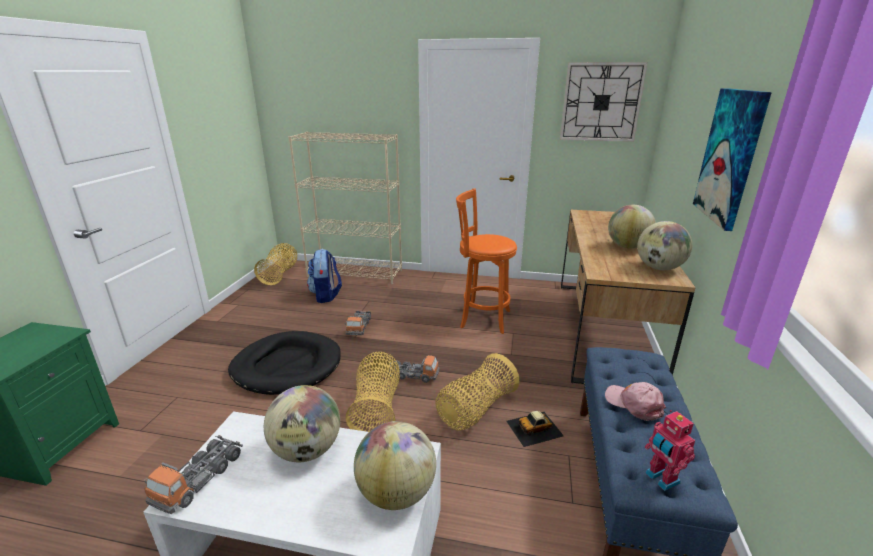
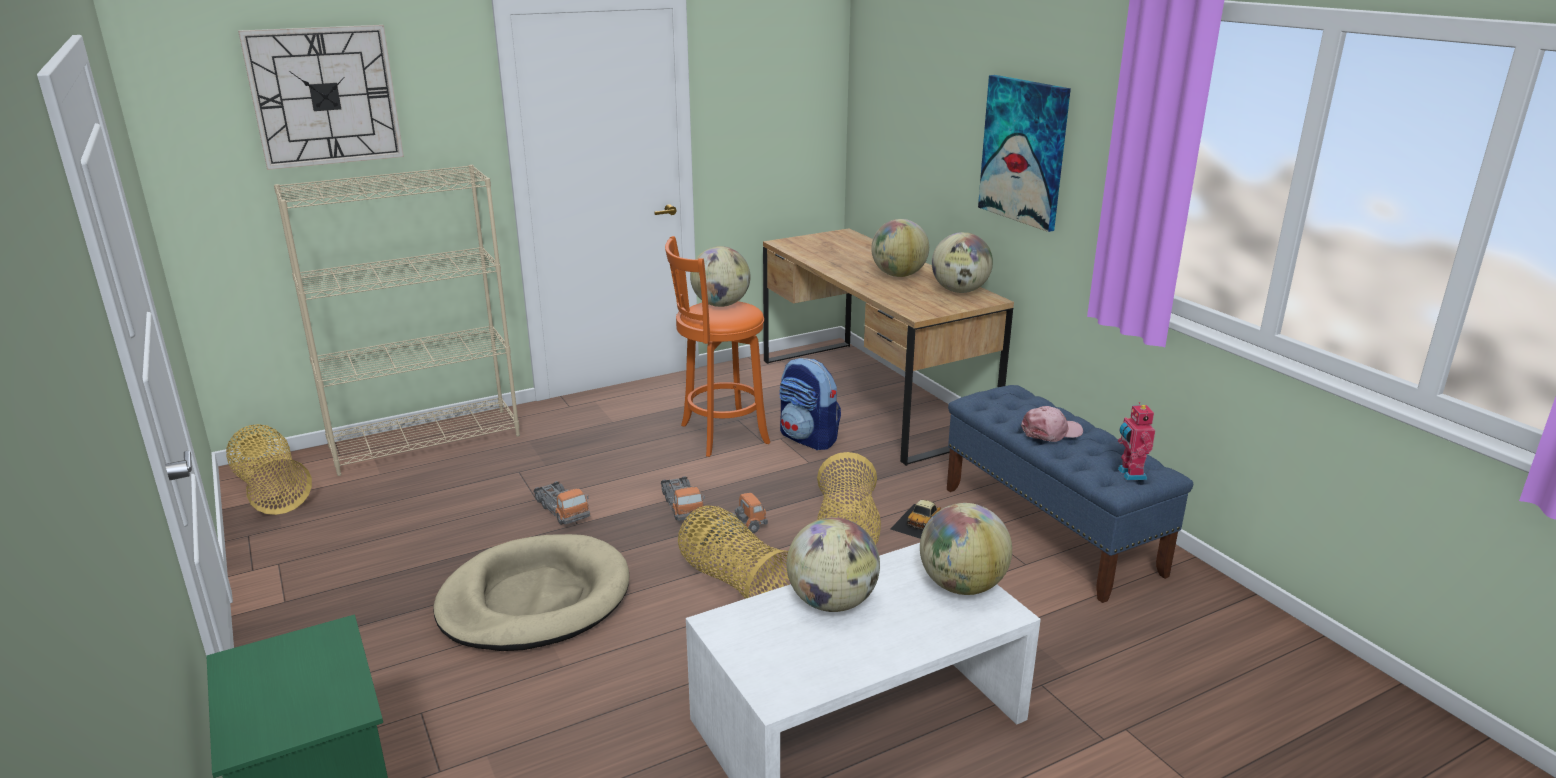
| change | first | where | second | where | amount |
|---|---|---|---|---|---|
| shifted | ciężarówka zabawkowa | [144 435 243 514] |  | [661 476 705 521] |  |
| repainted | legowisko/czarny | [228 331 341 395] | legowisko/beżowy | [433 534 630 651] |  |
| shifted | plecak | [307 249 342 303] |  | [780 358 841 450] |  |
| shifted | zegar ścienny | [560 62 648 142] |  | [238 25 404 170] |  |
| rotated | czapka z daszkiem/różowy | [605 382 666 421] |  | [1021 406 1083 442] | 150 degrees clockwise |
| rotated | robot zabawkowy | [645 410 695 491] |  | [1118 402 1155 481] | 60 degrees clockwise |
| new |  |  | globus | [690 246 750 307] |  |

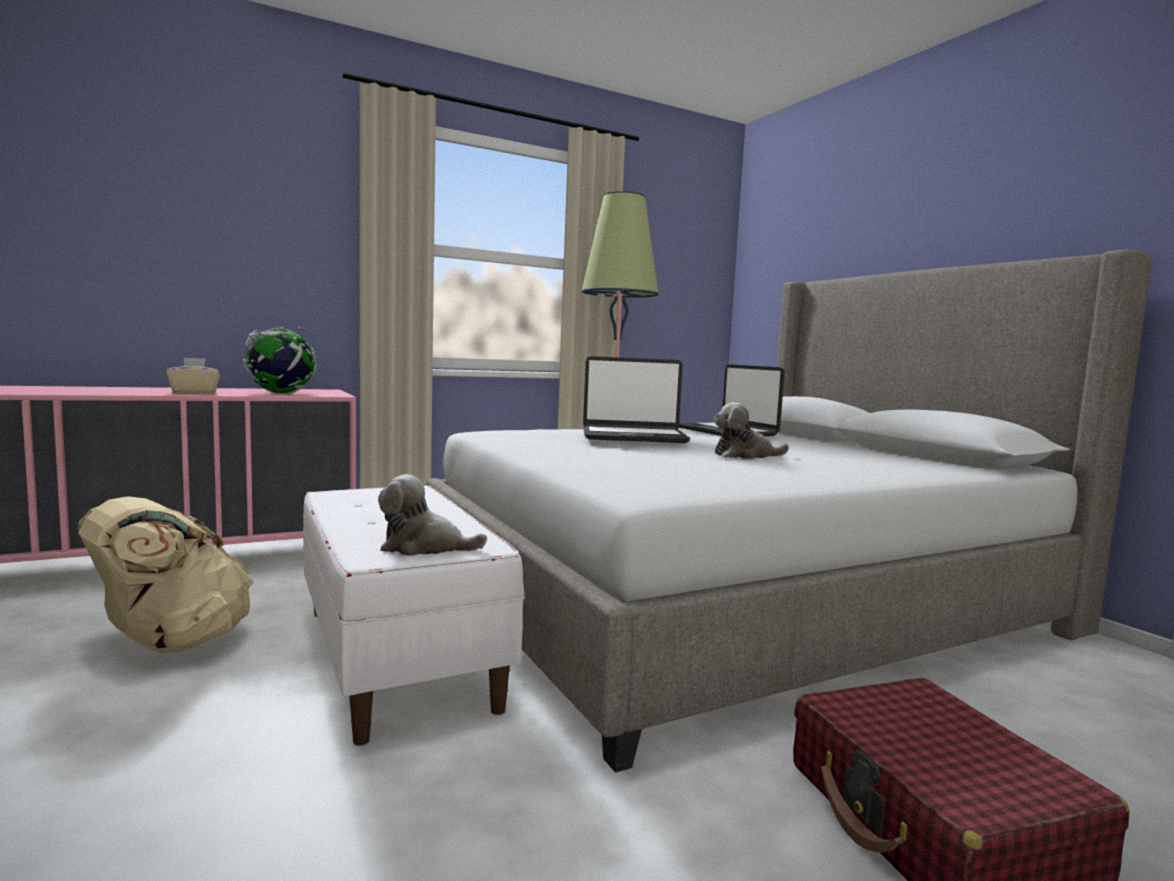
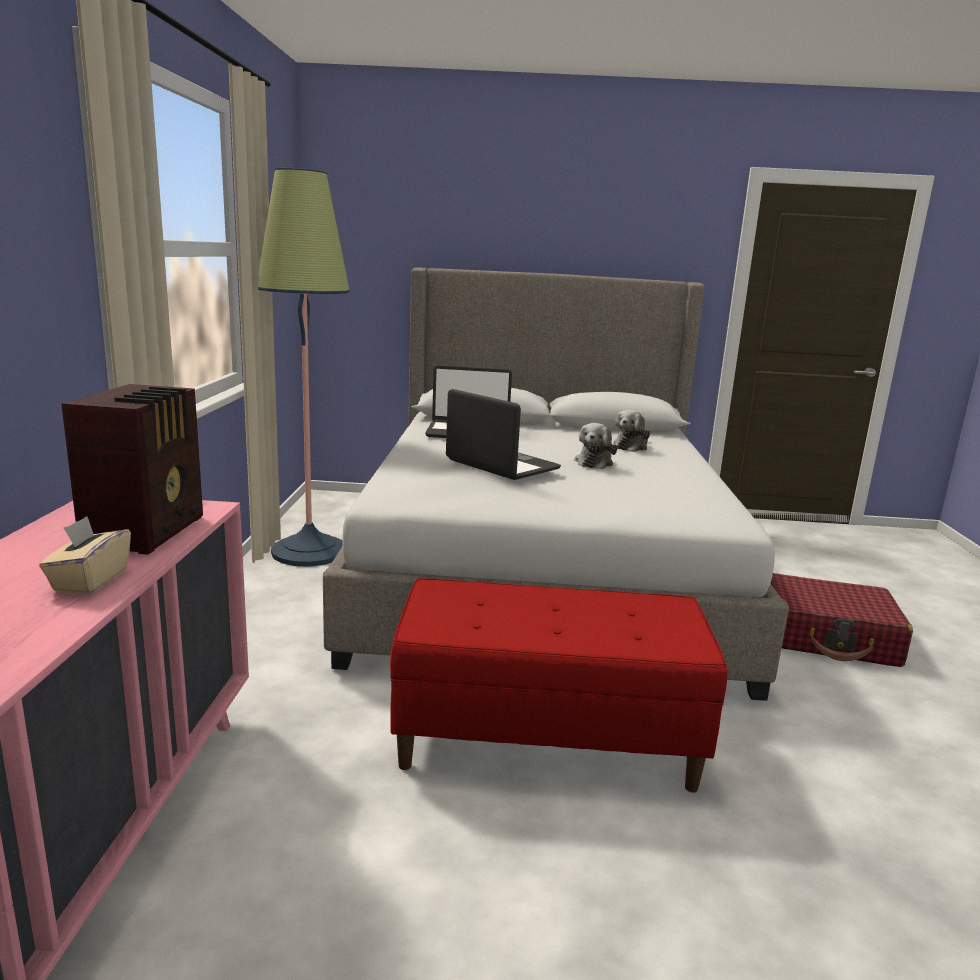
| change | first | where | second | where | amount |
|---|---|---|---|---|---|
| gone | plecak/beżowy | [78 496 254 653] |  |  |  |
| swapped | globus | [242 326 316 394] | radio | [61 384 203 555] |  |
| repainted | ławka/biały | [303 485 525 746] | ławka/czerwony | [390 578 727 793] |  |
| shifted | pluszak | [378 474 487 556] |  | [613 410 650 452] |  |
| rotated | laptop | [583 356 690 443] |  | [446 389 561 480] | 75 degrees counterclockwise |

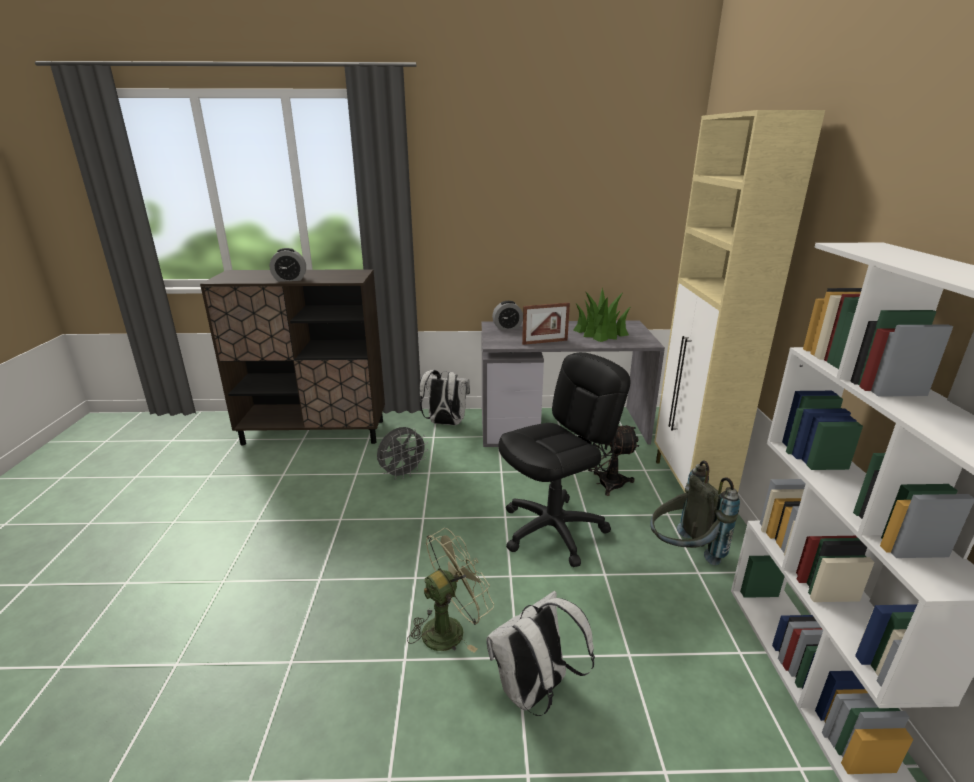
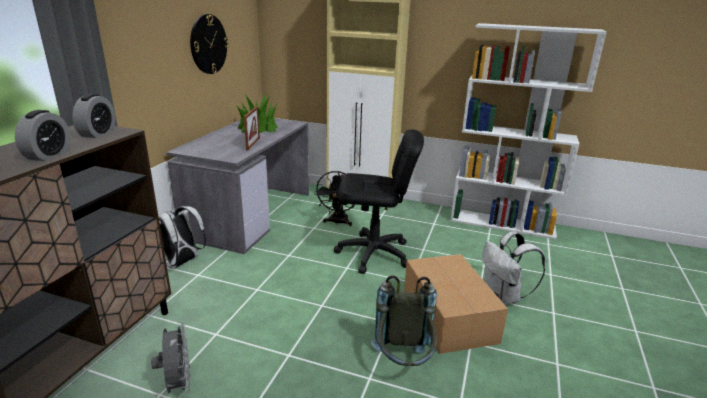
| change | first | where | second | where | amount |
|---|---|---|---|---|---|
| shifted | wentylator/szary | [377 427 429 480] |  | [151 322 190 394] |  |
| swapped | wentylator/zielony | [407 528 494 653] | karton | [404 254 508 354] |  |
| shifted | budzik | [492 301 523 330] |  | [72 94 115 138] |  |
| rotated | krzesło biurowe/czarny | [498 352 631 567] |  | [334 130 424 274] | 105 degrees clockwise |
| shifted | plecak/szary | [650 460 740 565] |  | [371 275 437 366] |  |
| new |  |  | zegar ścienny | [190 14 229 74] |  |

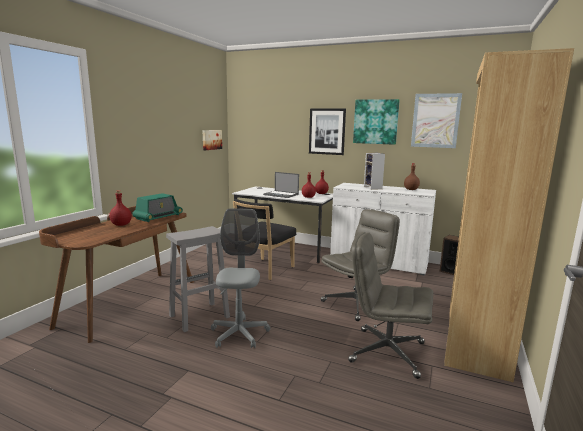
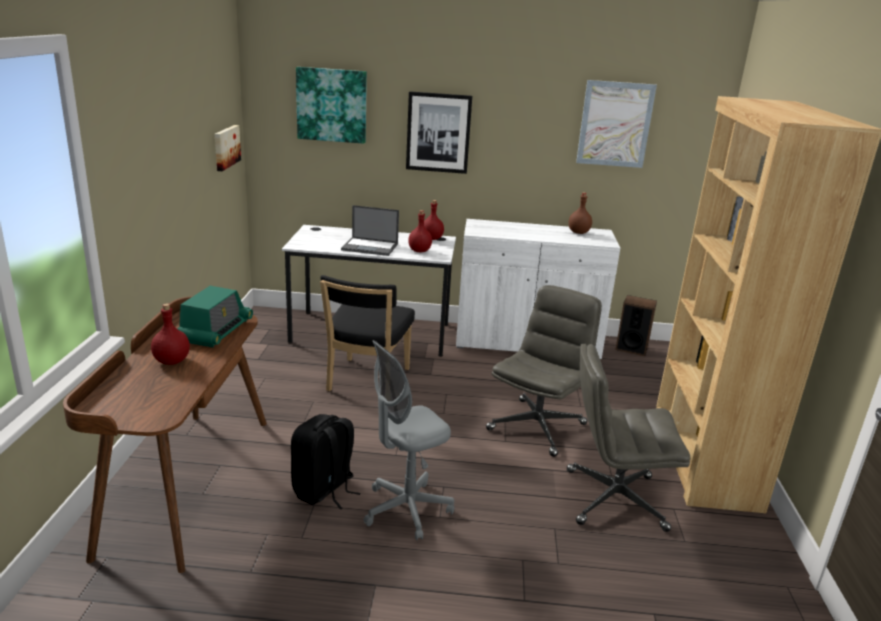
| change | first | where | second | where | amount |
|---|---|---|---|---|---|
| swapped | stołek/szary | [166 226 230 332] | plecak/czarny | [291 414 361 510] |  |
| rotated | krzesło biurowe/szary | [211 208 270 348] |  | [364 340 454 540] | 105 degrees counterclockwise |
| shifted | obraz | [353 99 400 145] |  | [296 67 367 144] |  |
| gone | głośnik | [364 153 385 190] |  |  |  |

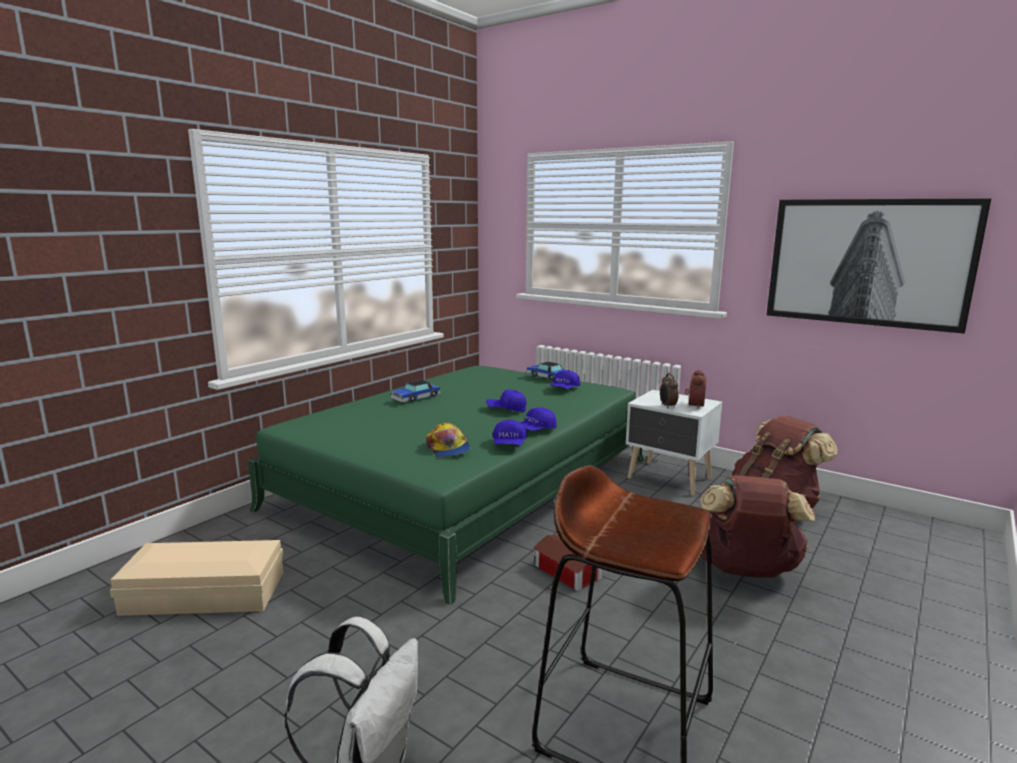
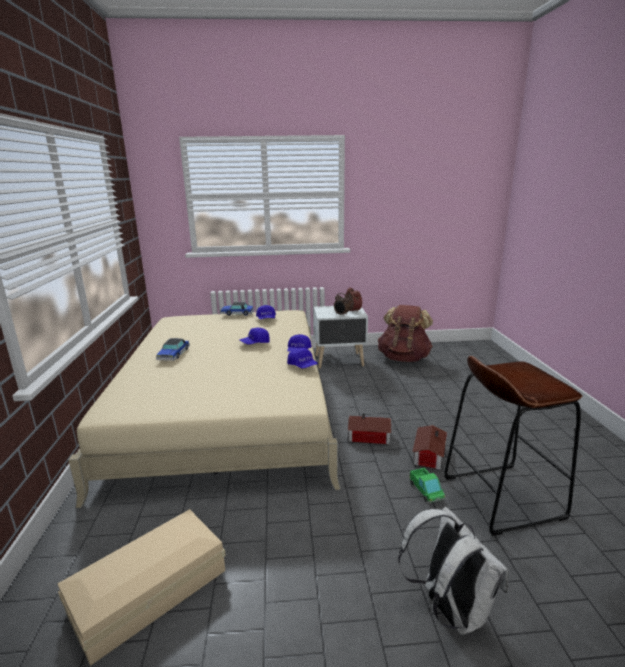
| change | first | where | second | where | amount |
|---|---|---|---|---|---|
| repainted | łóżko/zielony | [248 365 644 605] | łóżko/beżowy | [68 310 341 508] |  |
| gone | czapka z daszkiem | [426 423 470 458] |  |  |  |
| gone | plecak/brązowy | [700 475 815 578] |  |  |  |
| gone | obraz | [767 198 991 334] |  |  |  |
| new |  |  | ciężarówka zabawkowa | [409 468 446 503] |  |
| new |  |  | domek | [412 425 447 470] |  |

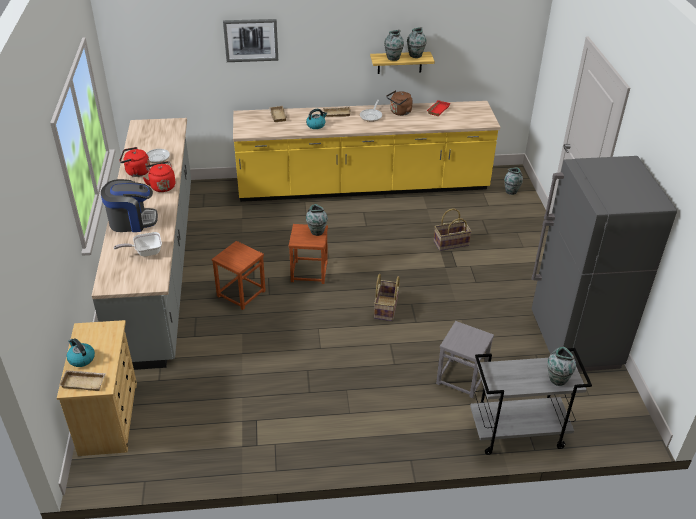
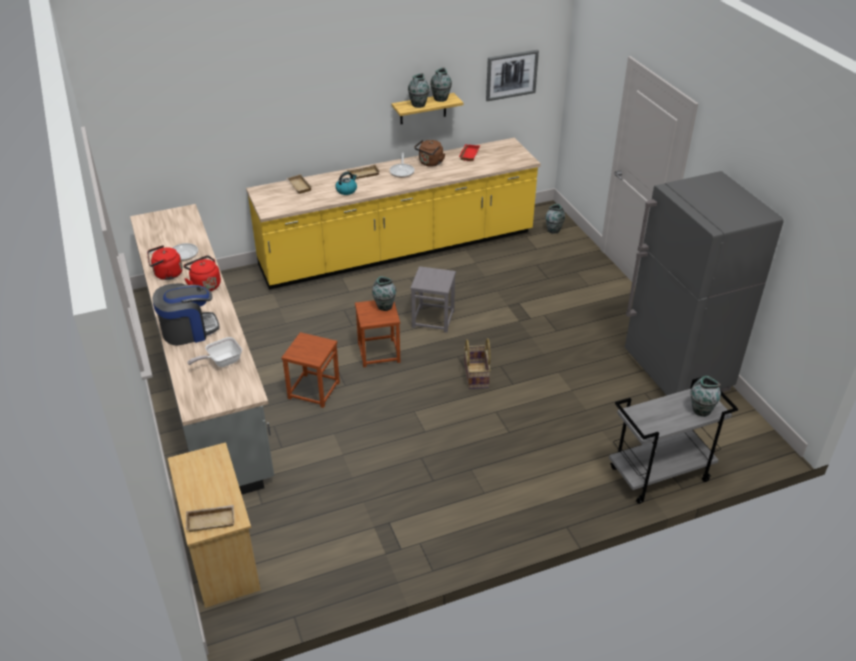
| change | first | where | second | where | amount |
|---|---|---|---|---|---|
| gone | czajnik | [66 338 95 367] |  |  |  |
| shifted | obraz | [223 19 278 62] |  | [486 50 539 101] |  |
| gone | koszyk | [434 208 471 251] |  |  |  |
| shifted | stołek/szary | [436 321 494 398] |  | [410 266 456 333] |  |

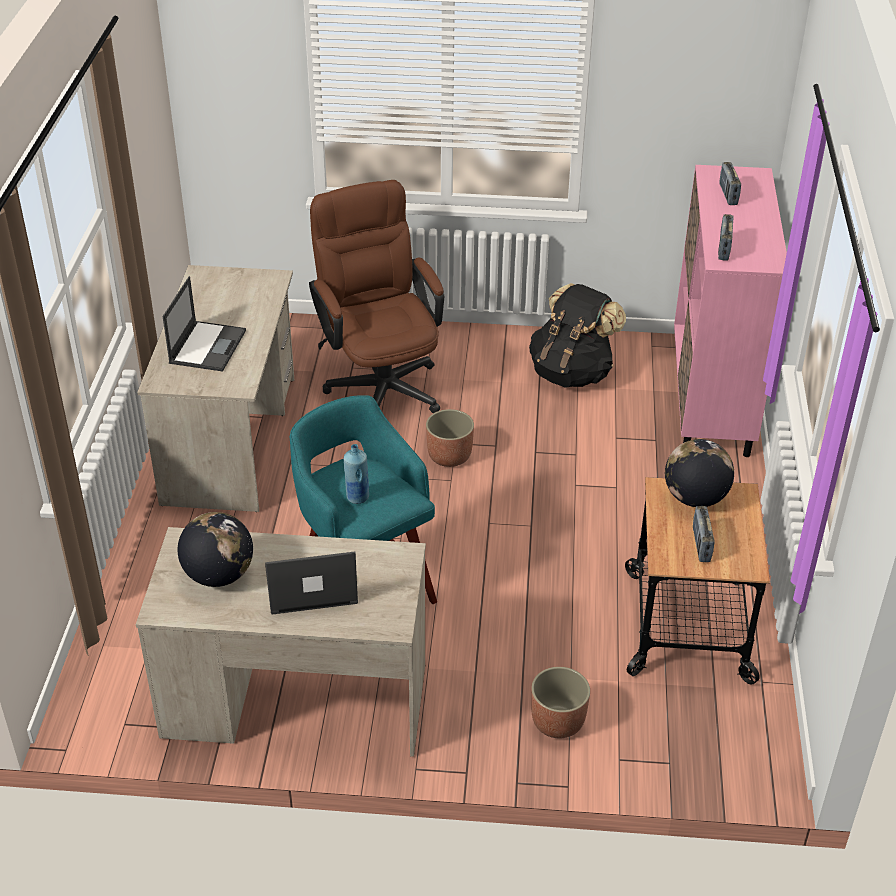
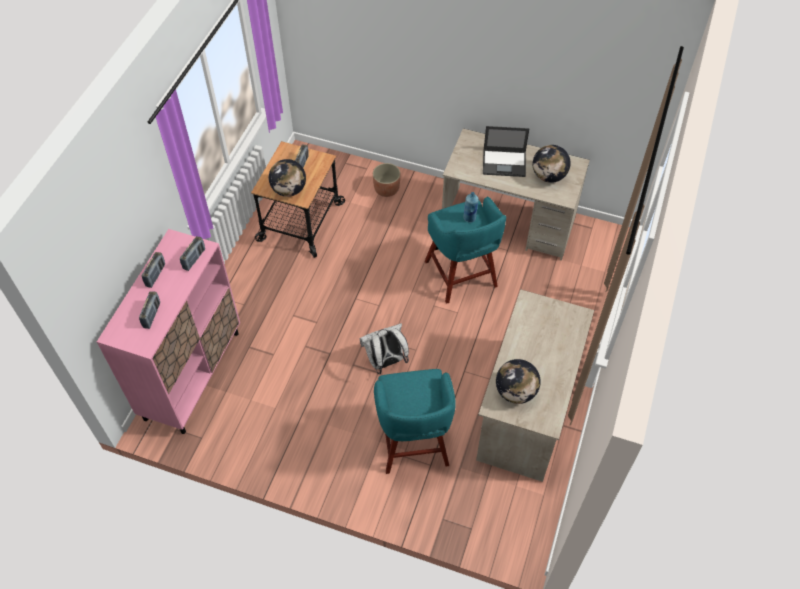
| change | first | where | second | where | amount |
|---|---|---|---|---|---|
| gone | laptop | [163 276 246 372] |  |  |  |
| swapped | krzesło biurowe/brązowy | [309 180 444 413] | stołek/turkusowy | [374 369 456 474] |  |
| swapped | donica | [426 409 474 467] | plecak/biały | [360 323 409 374] |  |
| gone | plecak/czarny | [529 283 626 388] |  |  |  |
| new |  |  | radio | [142 252 165 288] |  |
| new |  |  | globus | [496 359 541 404] |  |

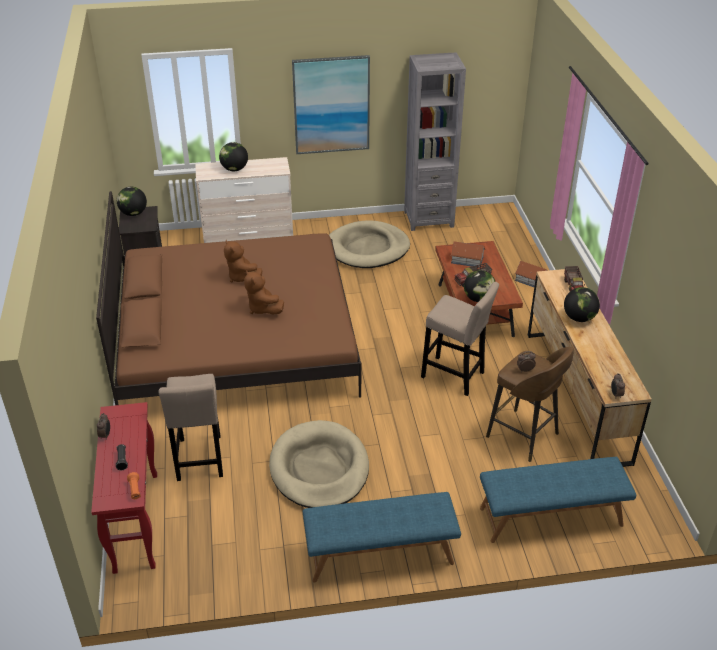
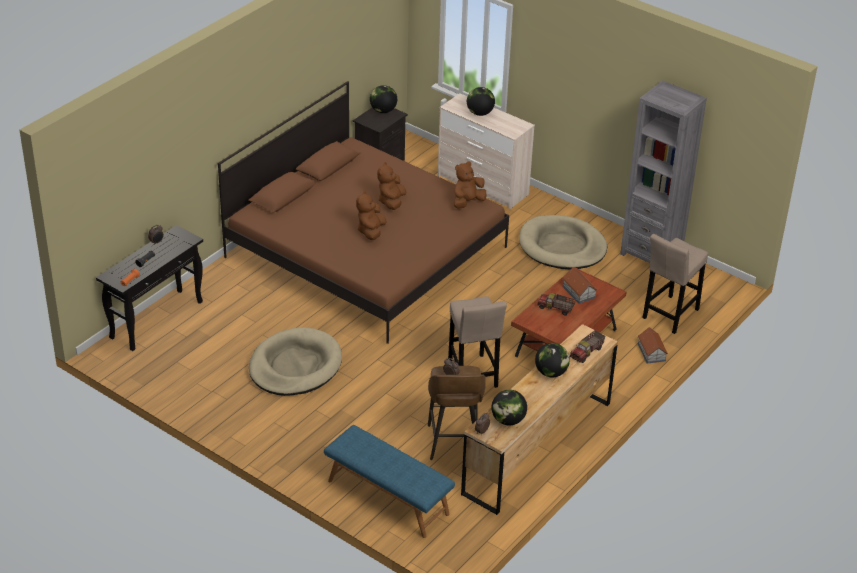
| change | first | where | second | where | amount |
|---|---|---|---|---|---|
| repainted | stolik konsolowy/czerwony | [91 402 157 574] | stolik konsolowy/czarny | [96 225 203 351] |  |
| shifted | stołek/beżowy | [159 374 223 481] |  | [642 234 708 334] |  |
| gone | obraz | [292 55 370 154] |  |  |  |
| gone | ławka/niebieski | [303 492 461 583] |  |  |  |
| shifted | globus | [464 270 495 302] |  | [491 390 527 425] |  |
| new |  |  | pluszak/brązowy | [454 161 487 209] |  |

